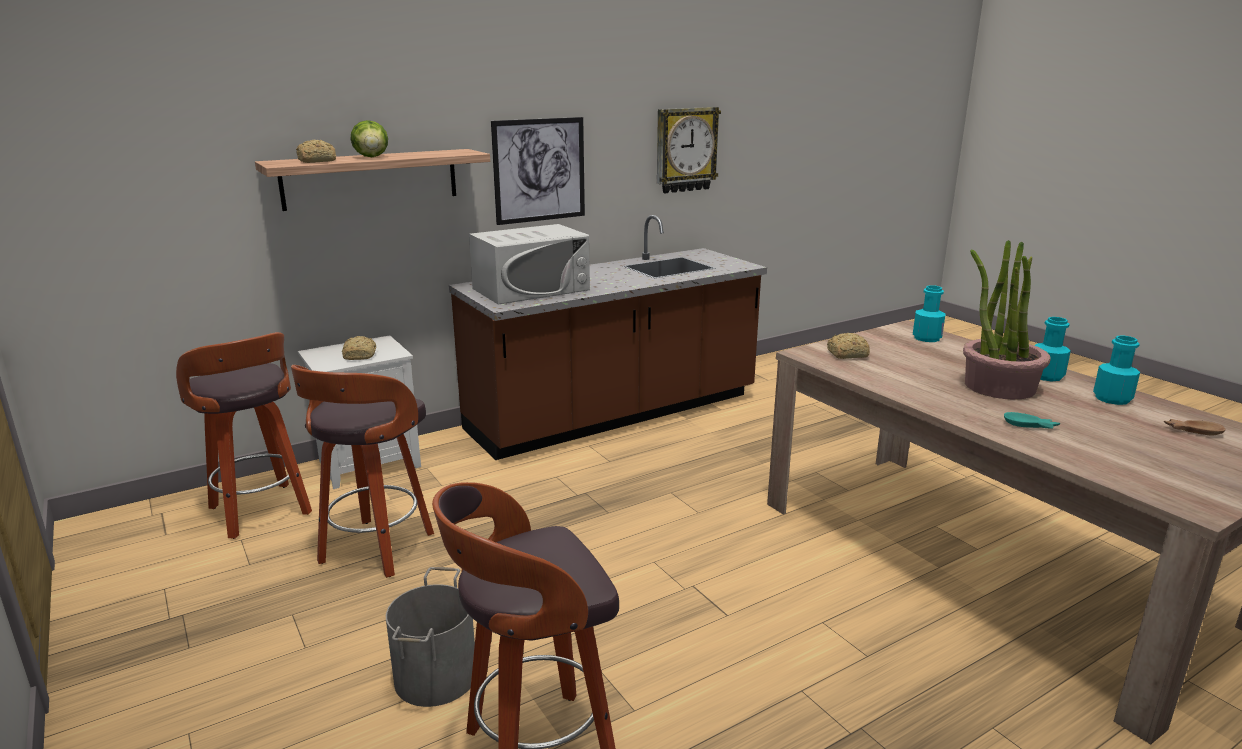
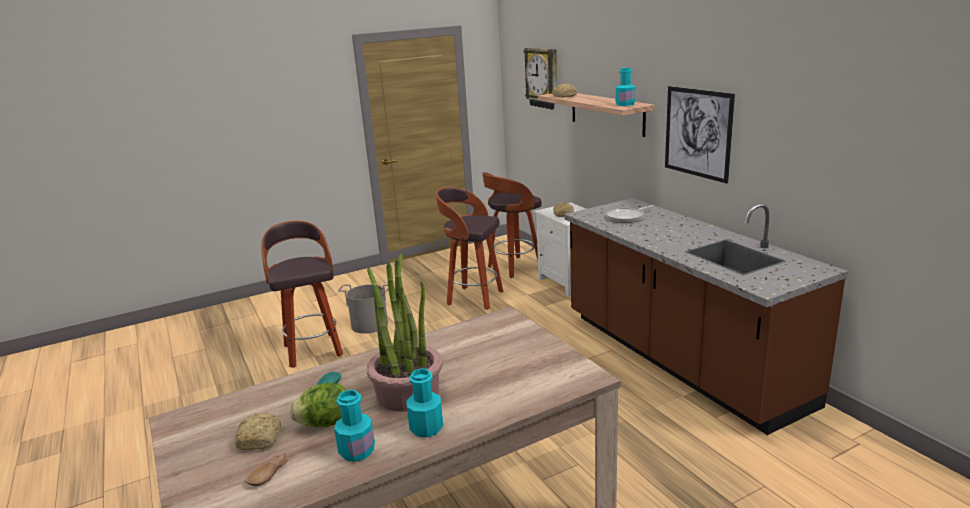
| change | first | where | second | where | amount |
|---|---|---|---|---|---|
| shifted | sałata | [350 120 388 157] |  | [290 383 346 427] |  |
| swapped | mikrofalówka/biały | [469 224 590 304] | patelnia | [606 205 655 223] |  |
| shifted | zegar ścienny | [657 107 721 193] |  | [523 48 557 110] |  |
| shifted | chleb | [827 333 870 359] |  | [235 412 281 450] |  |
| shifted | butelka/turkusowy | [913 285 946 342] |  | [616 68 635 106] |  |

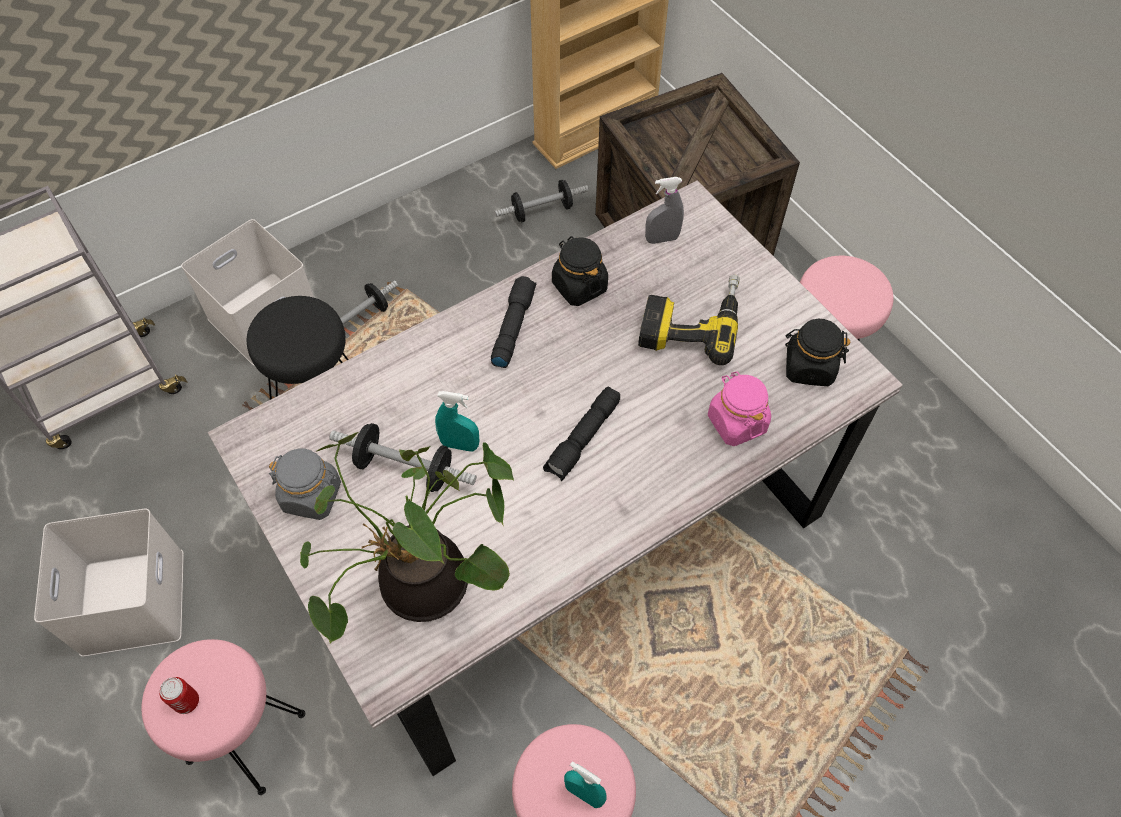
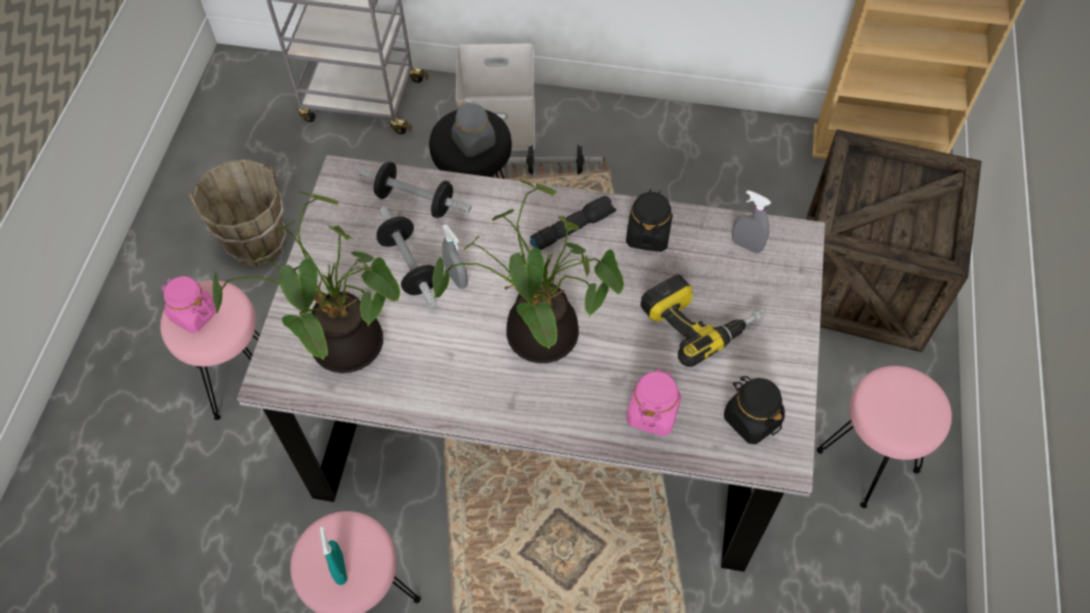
| change | first | where | second | where | amount |
|---|---|---|---|---|---|
| swapped | pojemnik do przechowywania/biały | [34 509 184 657] | wiadro/brązowy | [187 159 287 266] |  |
| swapped | puszka | [159 677 199 714] | słoik/różowy | [161 276 216 333] |  |
| shifted | słoik/szary | [269 448 341 520] |  | [451 102 496 157] |  |
| repainted | spryskiwacz/turkusowy | [435 391 480 452] | spryskiwacz/szary | [442 224 468 289] |  |
| shifted | hantel | [495 180 589 222] |  | [357 162 472 218] |  |
| swapped | latarka/czarny | [543 387 620 481] | roślina doniczkowa | [432 180 624 363] |  |

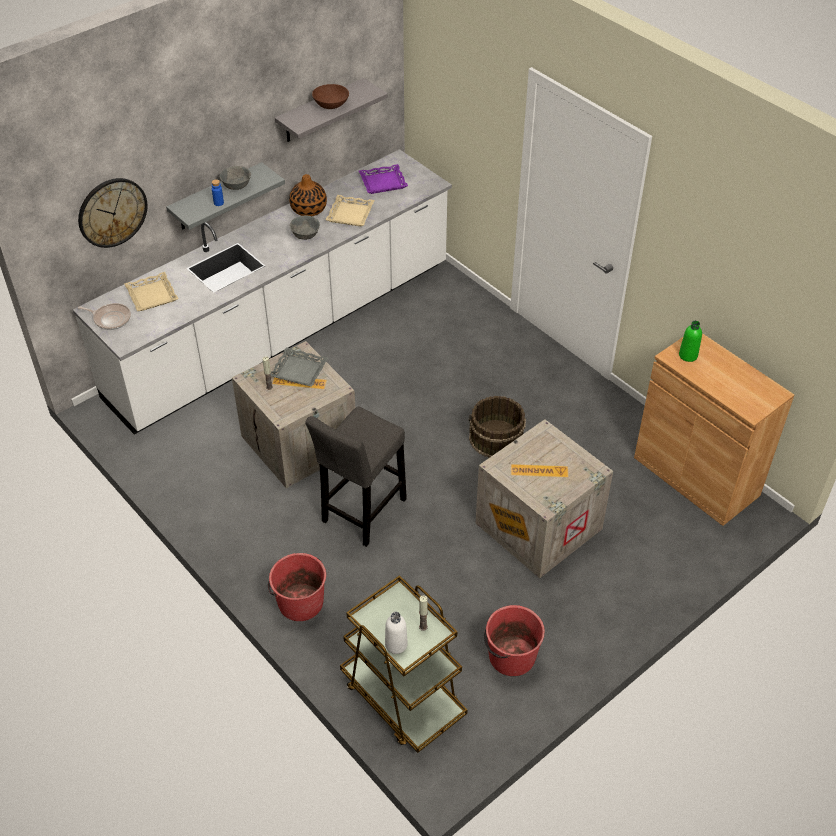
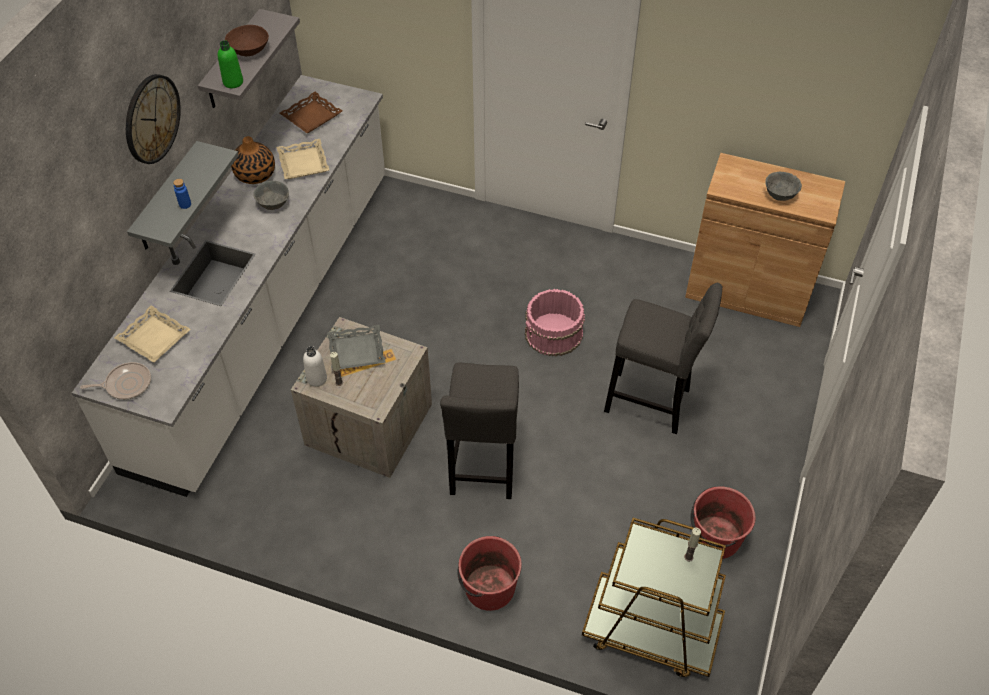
| change | first | where | second | where | amount |
|---|---|---|---|---|---|
| shifted | zegar ścienny | [78 178 148 248] |  | [126 74 181 164] |  |
| shifted | miska/szary | [220 166 251 190] |  | [765 172 802 201] |  |
| repainted | taca/fioletowy | [359 164 408 194] | taca/brązowy | [280 92 342 133] |  |
| shifted | butelka/biały | [385 612 408 654] |  | [303 346 327 387] |  |
| repainted | wiadro/brązowy | [469 396 526 458] | wiadro/różowy | [525 289 585 357] |  |
| swapped | skrzynka | [476 419 613 578] | stołek/szary | [604 283 722 434] |  |
| shifted | butelka/zielony | [679 321 702 362] |  | [218 40 243 88] |  |

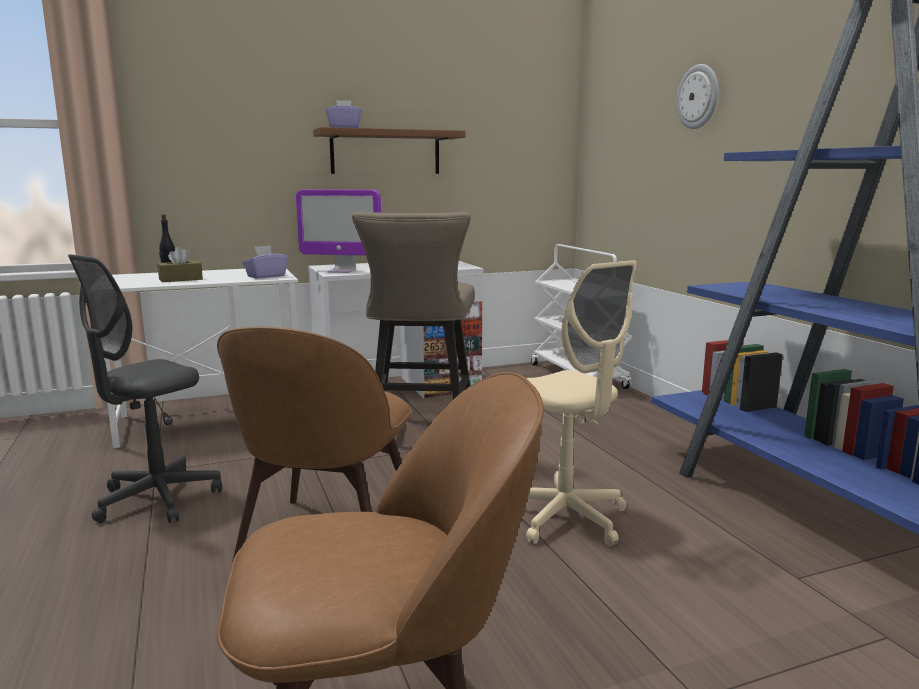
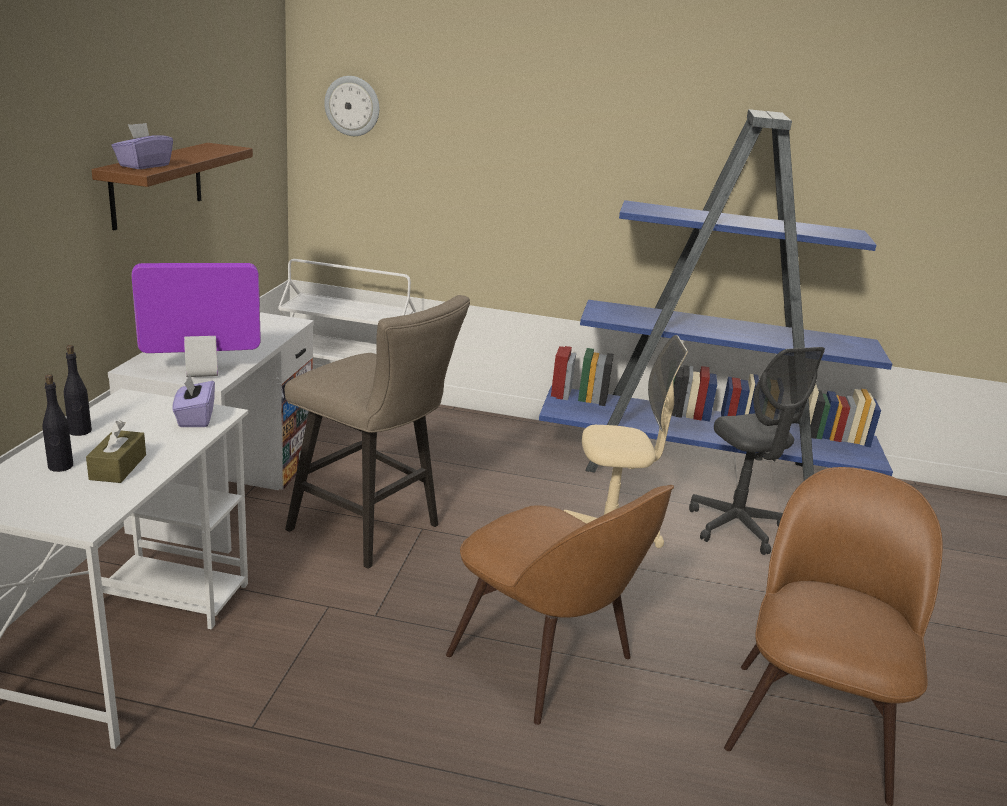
| change | first | where | second | where | amount |
|---|---|---|---|---|---|
| shifted | krzesło biurowe/szary | [68 254 222 523] |  | [689 347 825 555] |  |
| rotated | monitor | [296 190 381 273] |  | [132 263 260 377] | 150 degrees counterclockwise |
| shifted | zegar ścienny | [676 64 718 129] |  | [324 76 379 136] |  |
| new |  |  | butelka/czarny | [64 345 92 436] |  |

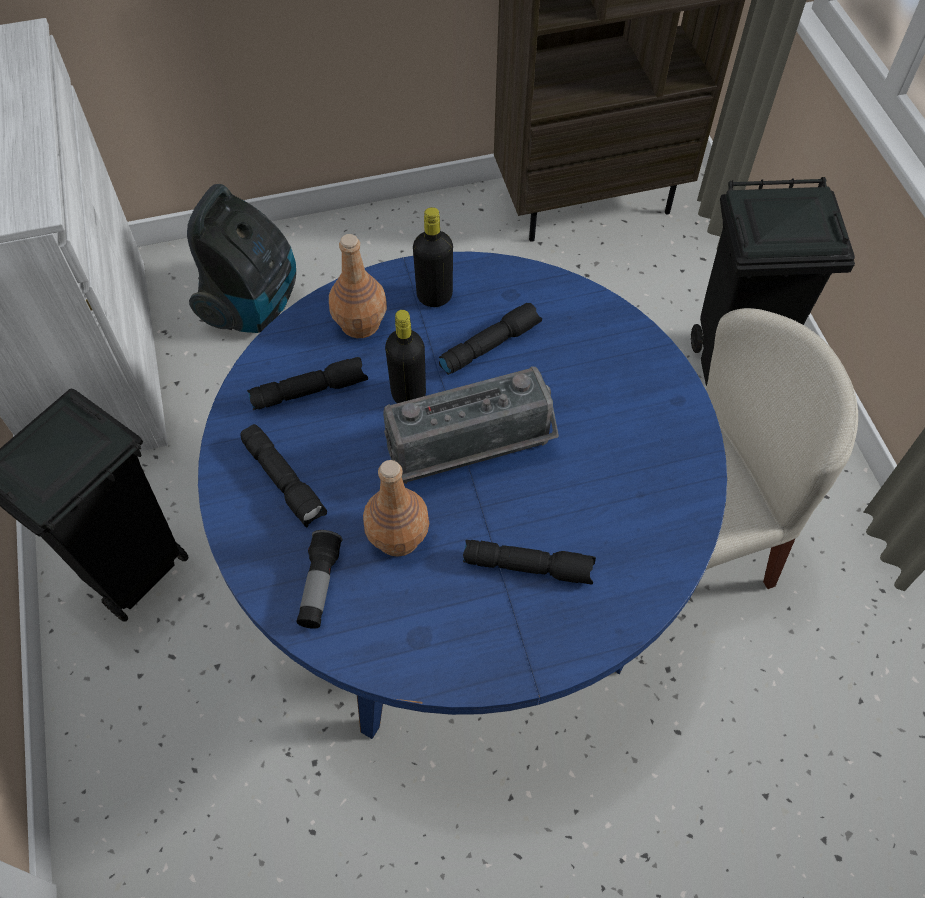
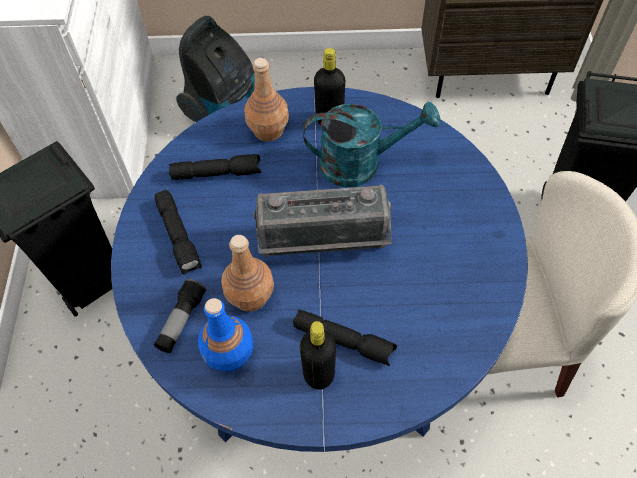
| change | first | where | second | where | amount |
|---|---|---|---|---|---|
| shifted | butelka/czarny | [385 310 426 403] |  | [300 321 336 390] |  |
| swapped | latarka/czarny | [439 303 542 375] | konewka/turkusowy | [303 101 440 187] |  |
| new |  |  | butelka/niebieski | [198 298 253 372] |  |

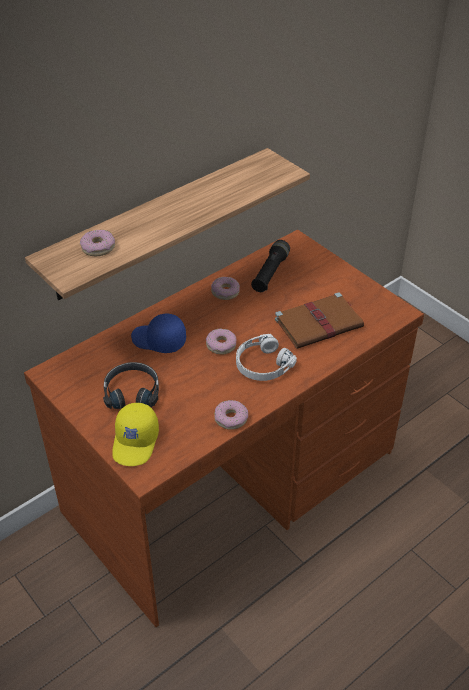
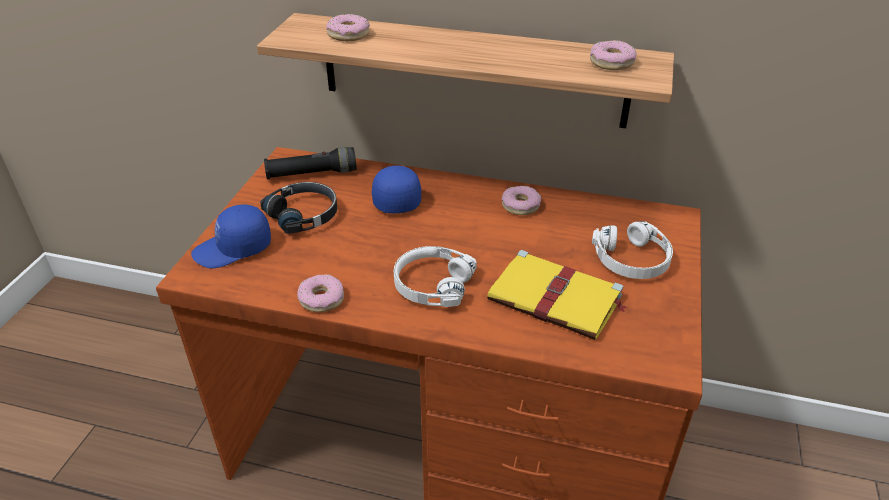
| change | first | where | second | where | amount |
|---|---|---|---|---|---|
| repainted | czapka z daszkiem/żółty | [112 403 159 466] | czapka z daszkiem/niebieski | [191 205 271 269] |  |
| shifted | donut | [206 329 237 354] |  | [590 40 637 70] |  |
| shifted | latarka/czarny | [251 240 290 292] |  | [264 147 356 179] |  |
| repainted | książka/brązowy | [275 292 364 349] | książka/żółty | [487 250 628 340] |  |
| new |  |  | słuchawki/biały | [592 221 673 279] |  |

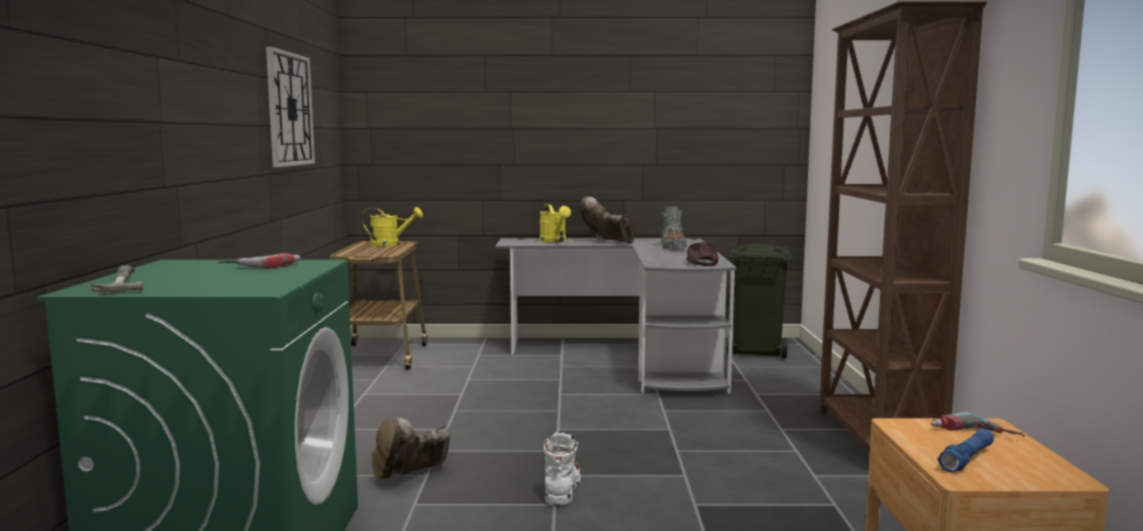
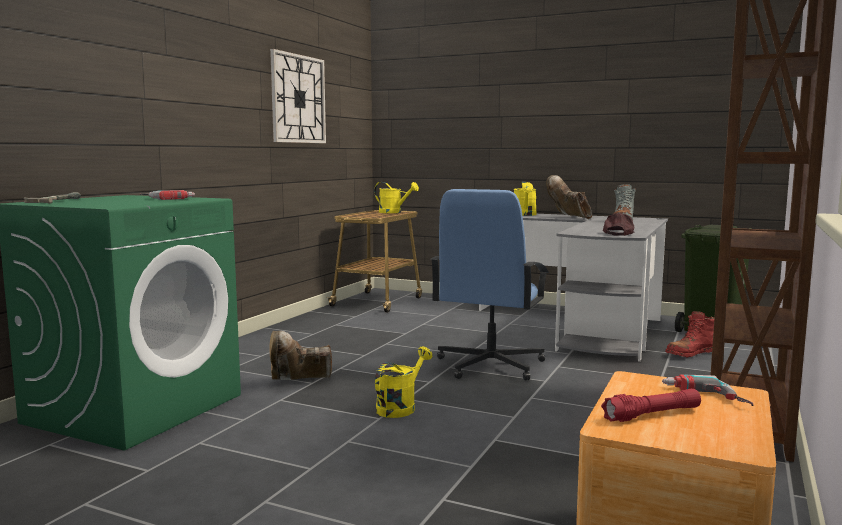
| change | first | where | second | where | amount |
|---|---|---|---|---|---|
| swapped | but z cholewką/biały | [543 432 581 506] | konewka/żółty | [375 347 432 418] |  |
| repainted | latarka/niebieski | [937 429 994 473] | latarka/czerwony | [601 389 701 422] |  |
| new |  |  | krzesło biurowe/niebieski | [431 189 549 381] |  |
| new |  |  | but z cholewką/czerwony | [665 311 714 357] |  |

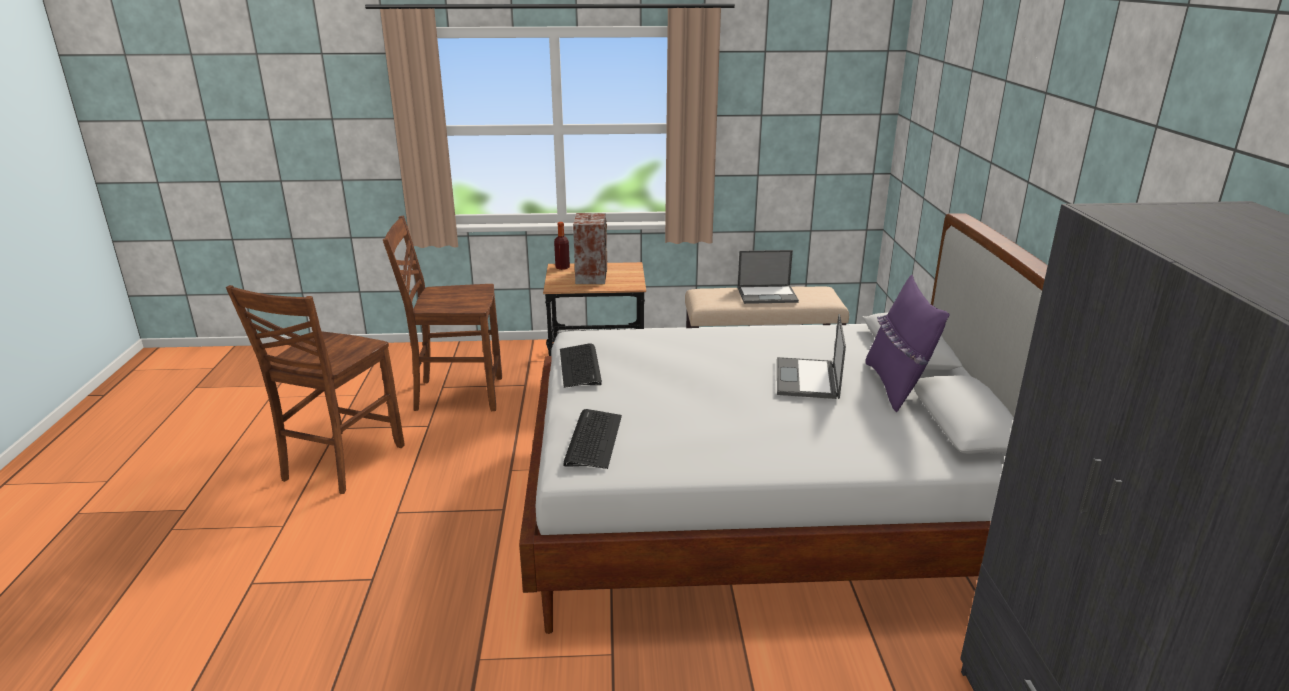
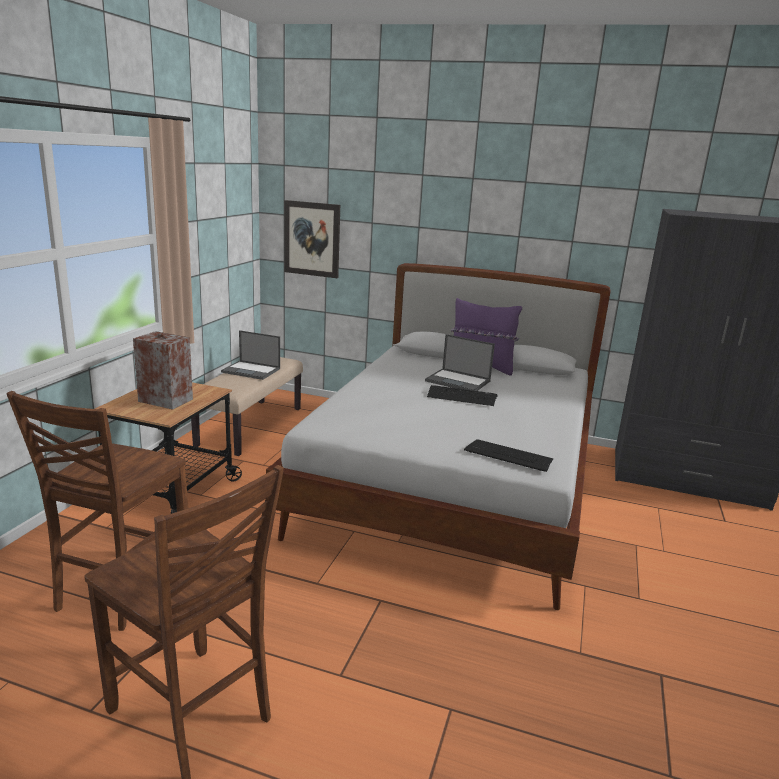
| change | first | where | second | where | amount |
|---|---|---|---|---|---|
| gone | butelka | [554 222 570 270] |  |  |  |
| shifted | klawiatura | [560 343 602 388] |  | [427 385 497 406] |  |
| rotated | laptop | [738 250 799 304] |  | [221 330 280 380] | 90 degrees clockwise |
| new |  |  | obraz | [284 200 340 278] |  |

